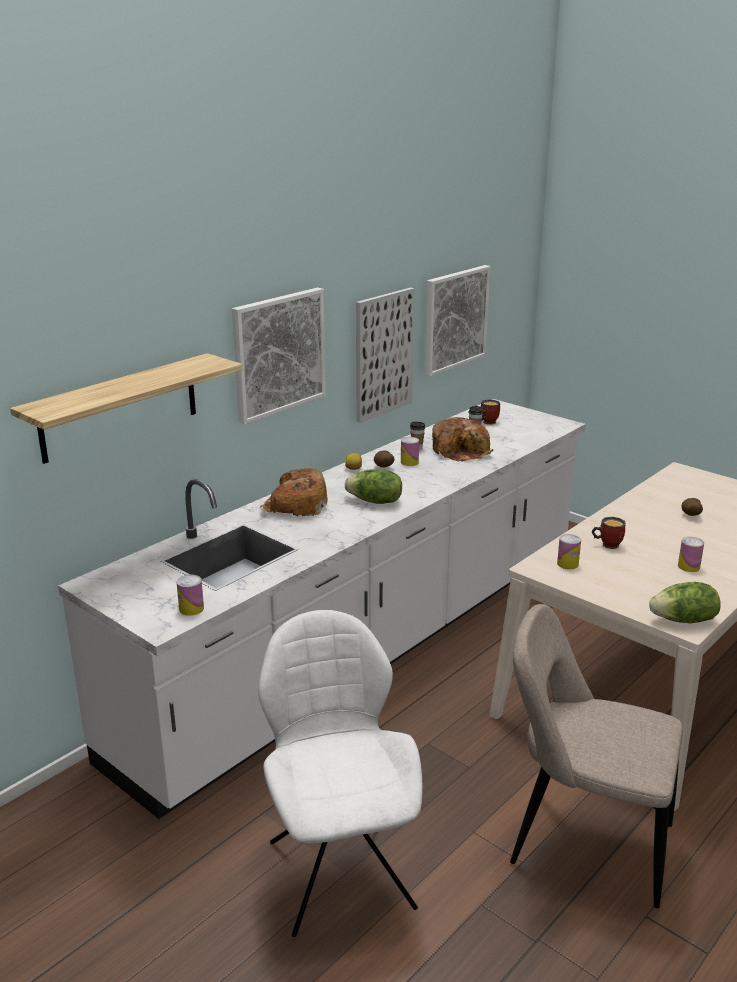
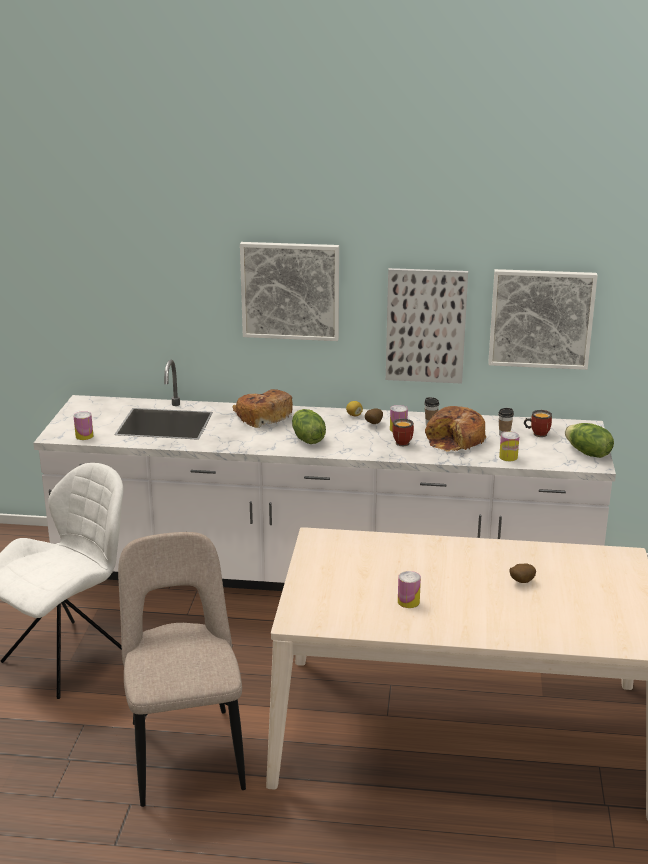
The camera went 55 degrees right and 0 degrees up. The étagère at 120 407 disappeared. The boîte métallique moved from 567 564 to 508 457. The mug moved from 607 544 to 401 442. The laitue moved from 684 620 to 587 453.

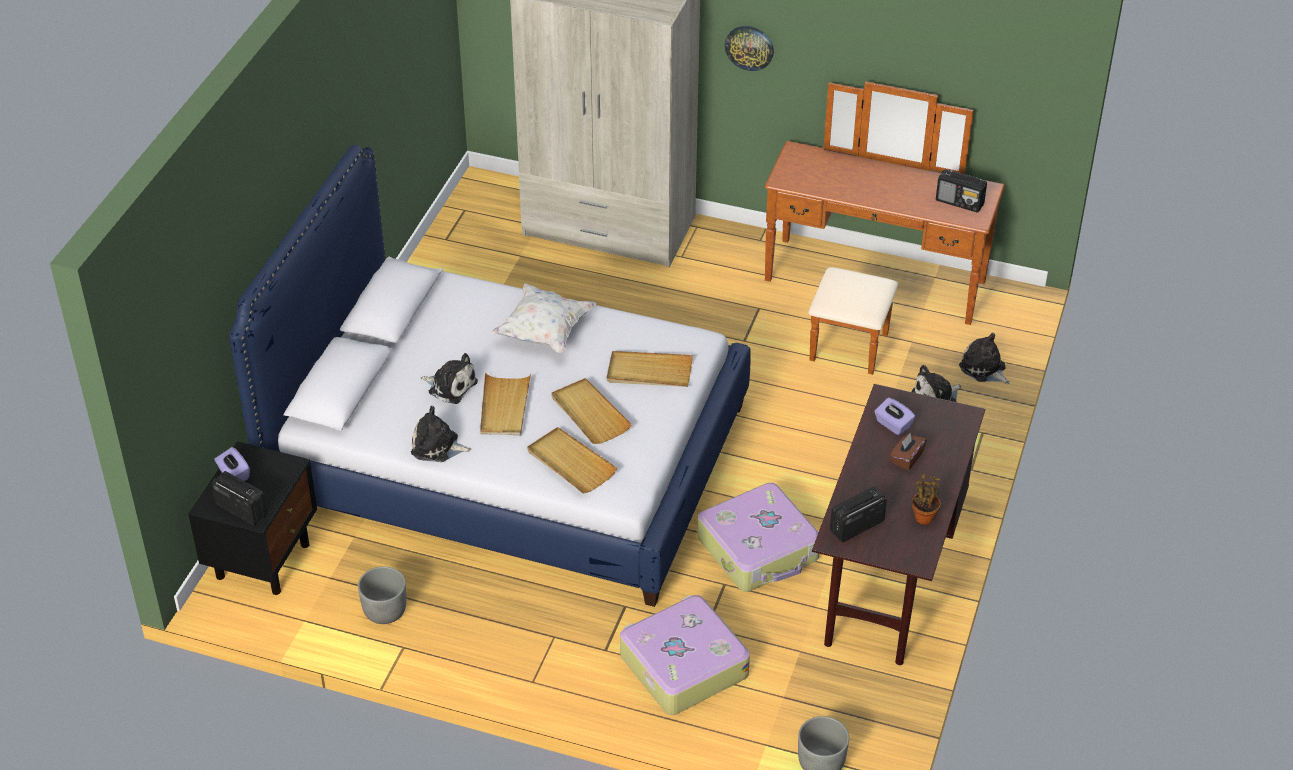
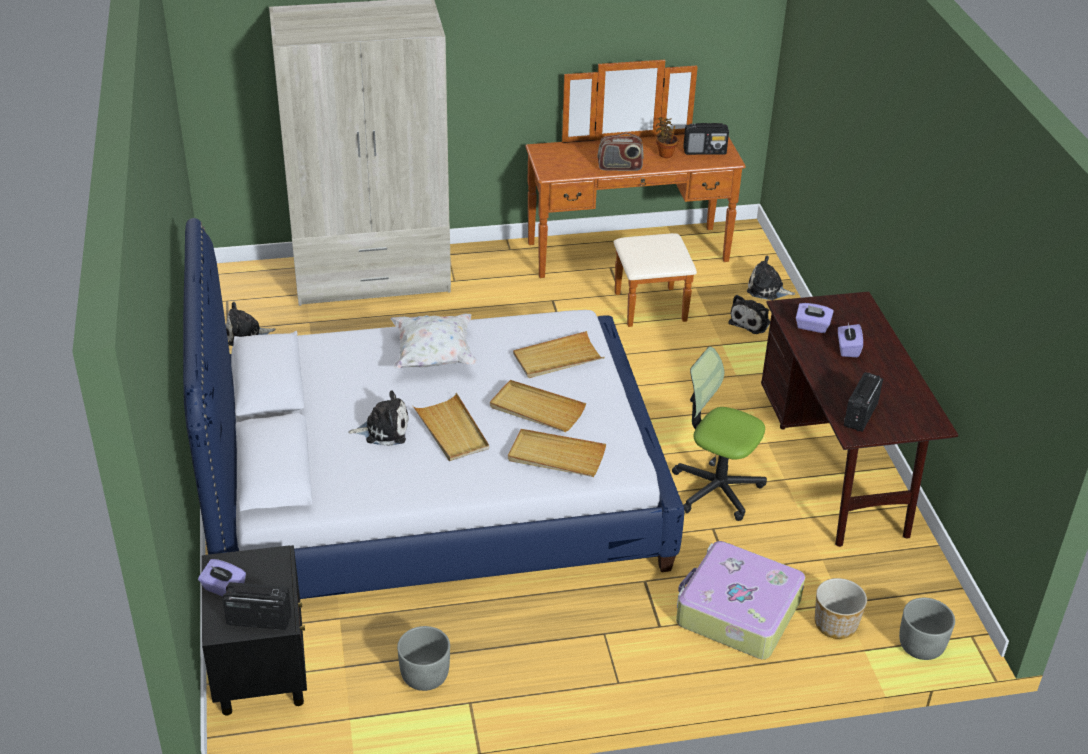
The camera went 30 degrees left and 5 degrees down. The peluche moved from 437 447 to 246 335. The valise at 759 549 was replaced by the chaise de bureau at 716 488. The horloge murale at 749 47 disappeared. The boîte à mouchoirs [marron] at 906 459 became the boîte à mouchoirs [violet] at 847 349. The plante en pot moved from 924 516 to 665 154. The radio at 619 167 appeared. The cache-pot at 834 624 appeared.

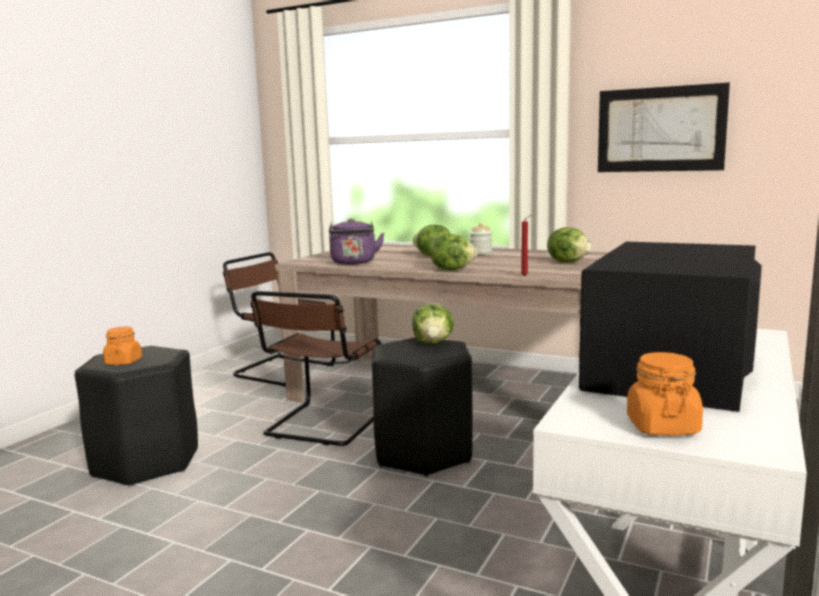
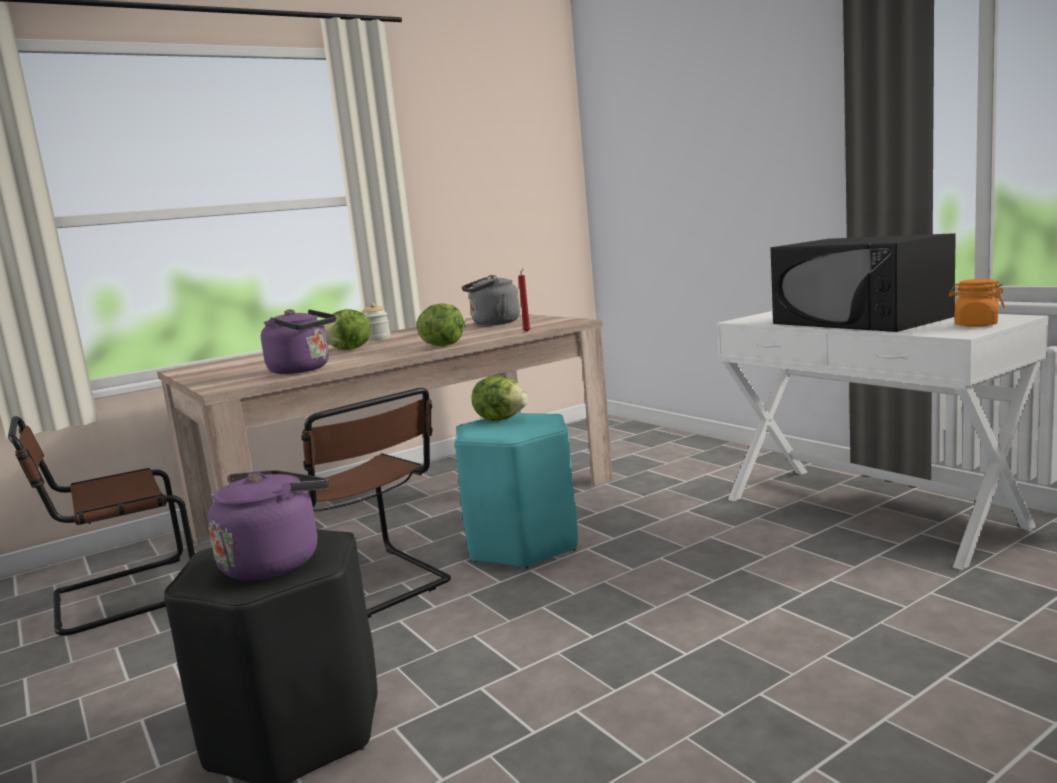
The camera went 60 degrees left and 0 degrees up. The bocal [orange] at 123 362 was replaced by the bouilloire [violet] at 275 562. The tabouret [noir] at 423 453 became the tabouret [turquoise] at 522 544. The laitue at 569 262 was replaced by the bouilloire [gris] at 493 323. The tableau at 660 129 disappeared.

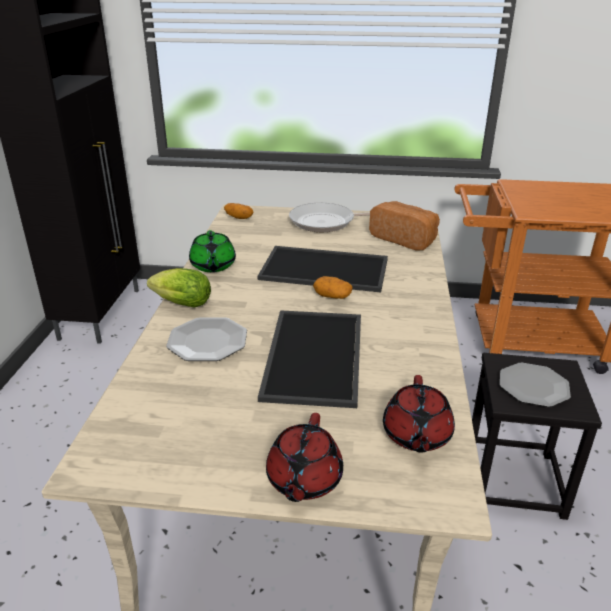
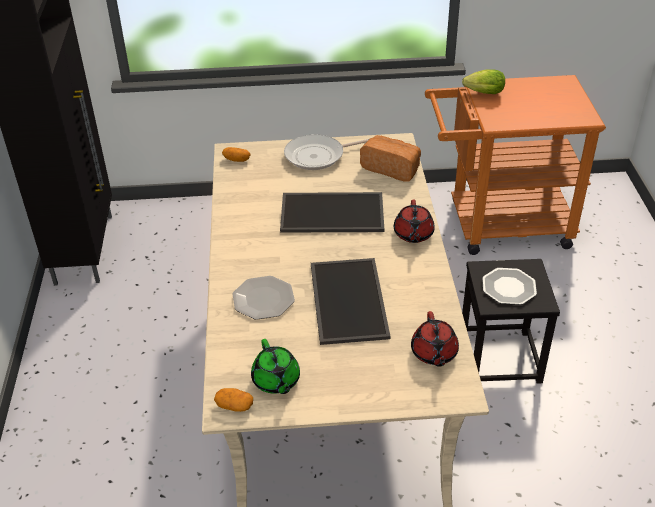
The camera went 10 degrees left and 10 degrees up. The laitue moved from 179 304 to 482 93. The théière [vert] moved from 213 266 to 276 381. The théière [rouge] moved from 303 480 to 413 234. The pomme de terre moved from 332 296 to 234 406.

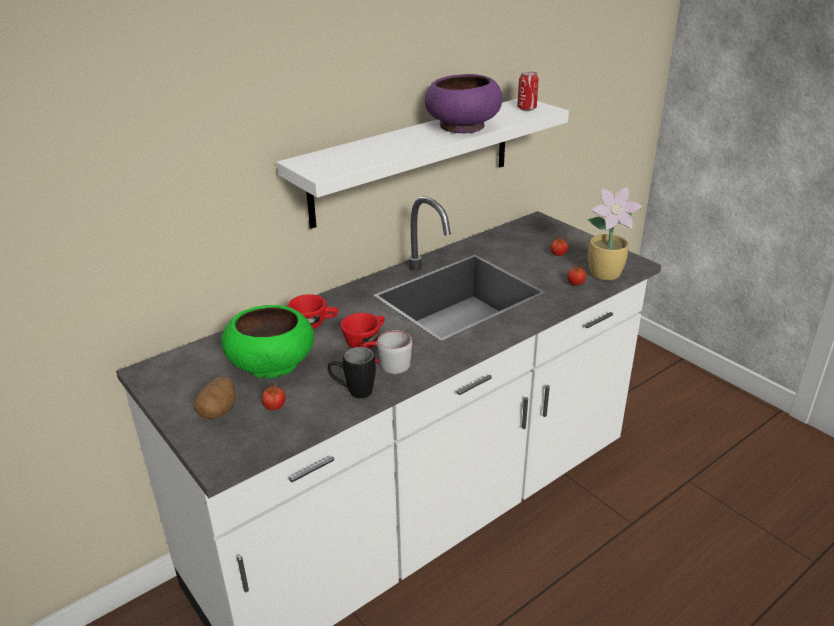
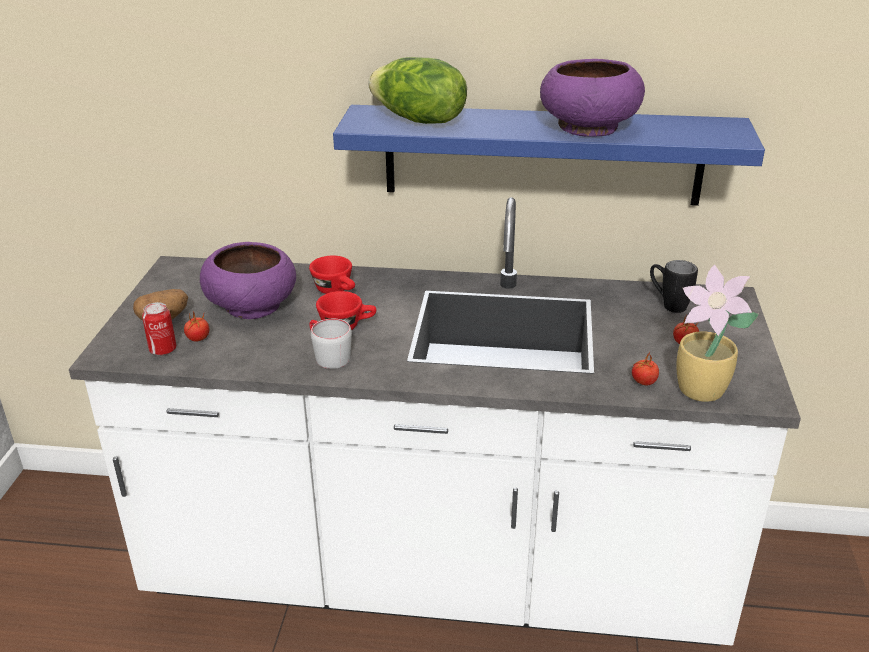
The camera went 45 degrees right and 0 degrees up. The bol [vert] at 271 364 became the bol [violet] at 252 305. The étagère [blanc] at 413 160 became the étagère [bleu] at 542 155. The mug [noir] moved from 353 392 to 668 304. The boîte métallique moved from 526 108 to 163 350. The laitue at 418 120 appeared.

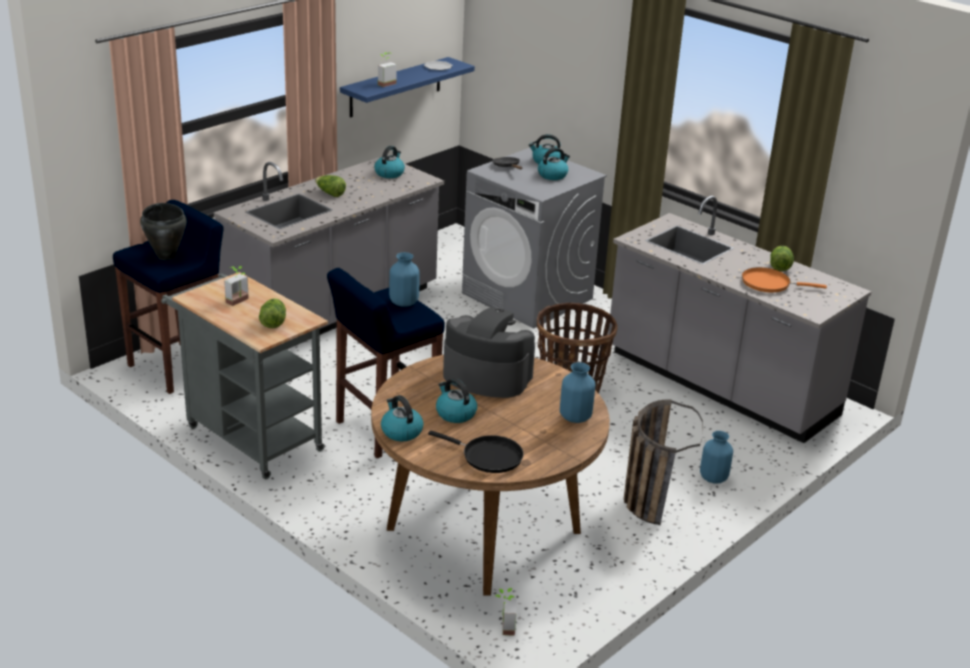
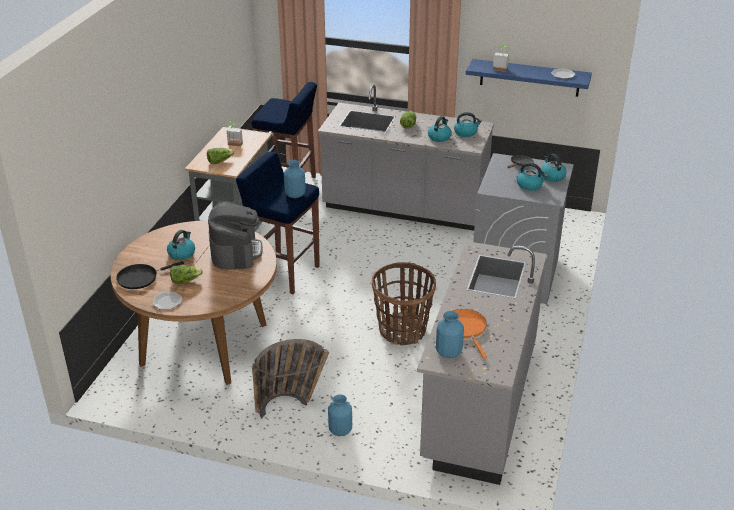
The camera went 65 degrees right and 5 degrees up. The marmite [noir] at 166 256 disappeared. The bouilloire moved from 401 431 to 439 137. The poêle [noir] at 488 456 turned 60 degrees clockwise. The plante en pot at 503 626 disappeared. The vase [bleu] moved from 575 417 to 449 352. The laitue moved from 779 266 to 185 280. The assiette at 167 301 appeared.

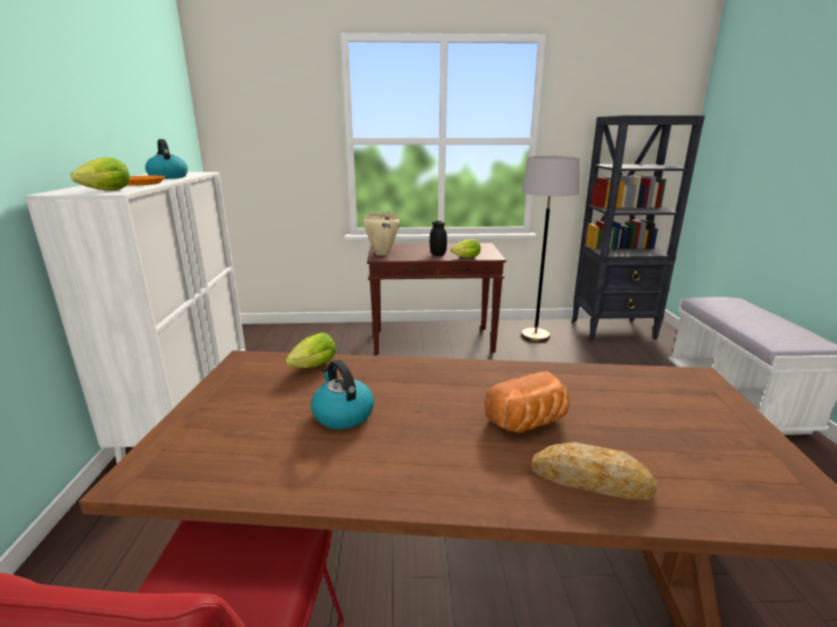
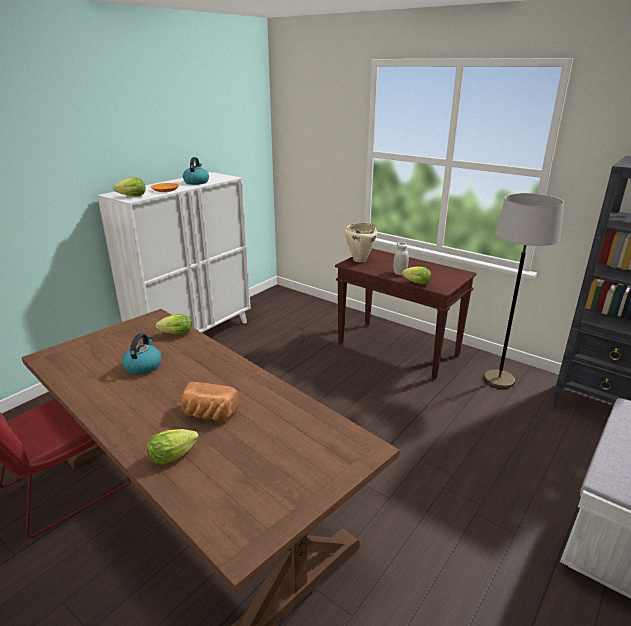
The camera went 40 degrees right and 5 degrees up. The bocal [noir] at 438 254 became the bocal [blanc] at 399 273. The pain at 591 479 was replaced by the laitue at 175 455.

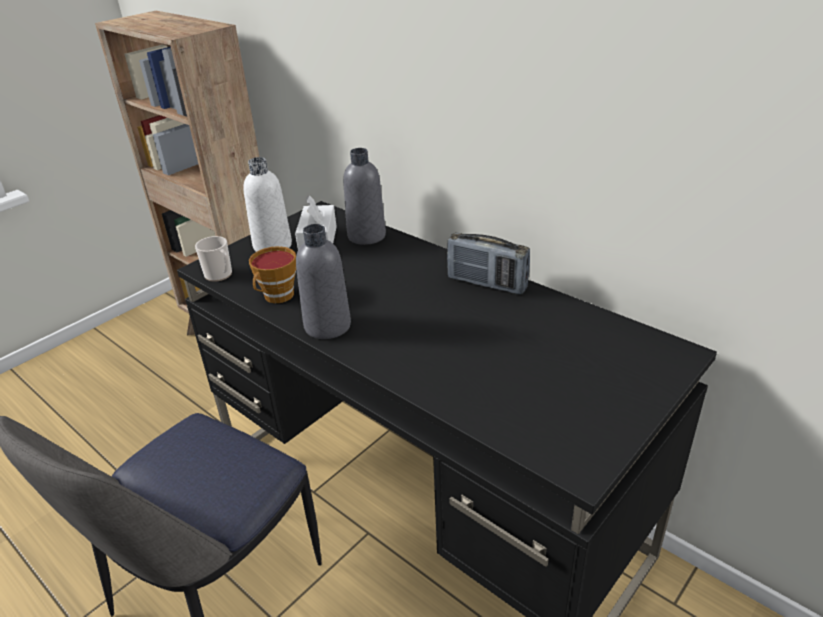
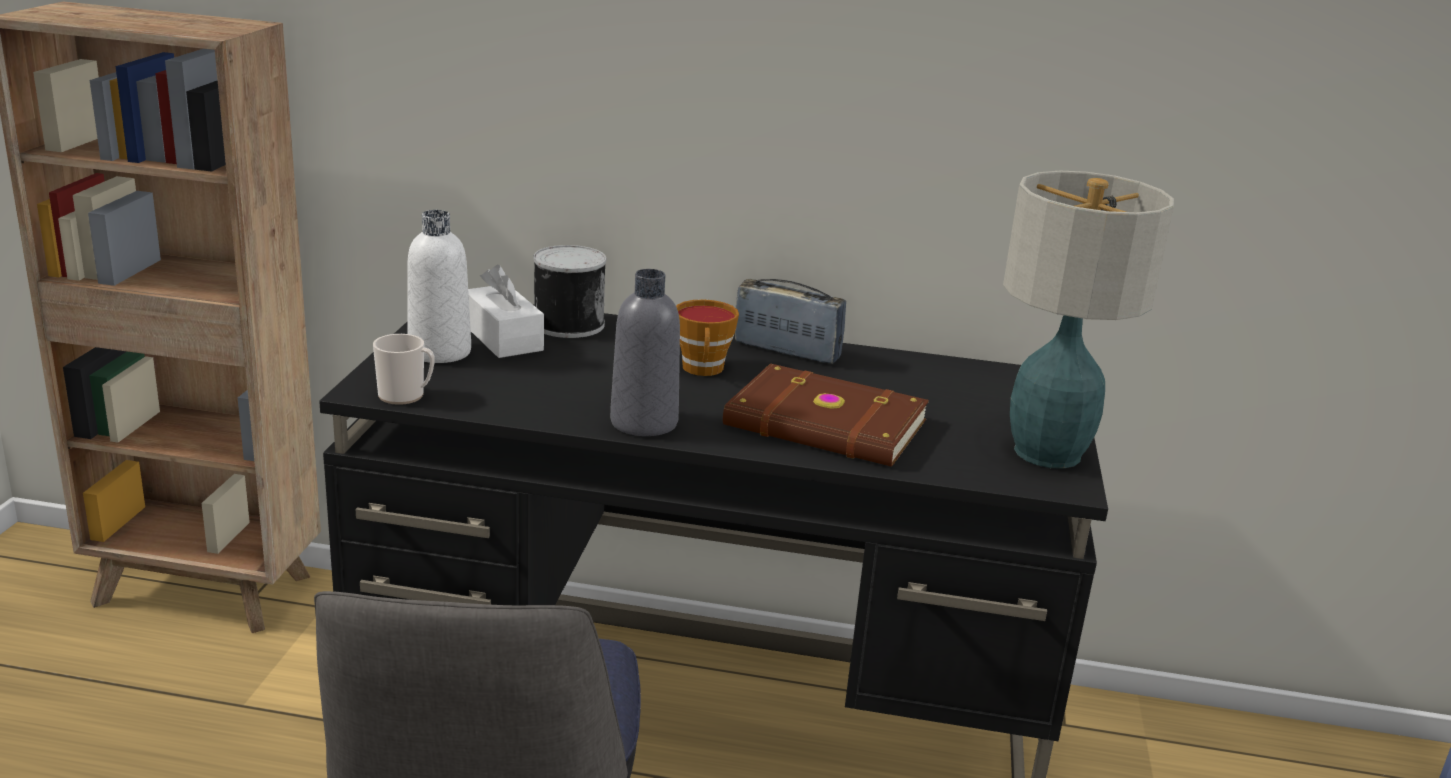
The camera went 35 degrees left and 10 degrees down. The tasse moved from 277 297 to 703 369. The bouteille [gris] at 366 236 was replaced by the boîte métallique at 567 324. The radio at 487 283 turned 150 degrees counterclockwise. The livre [marron] at 825 425 appeared. The lampe de table at 1047 452 appeared.

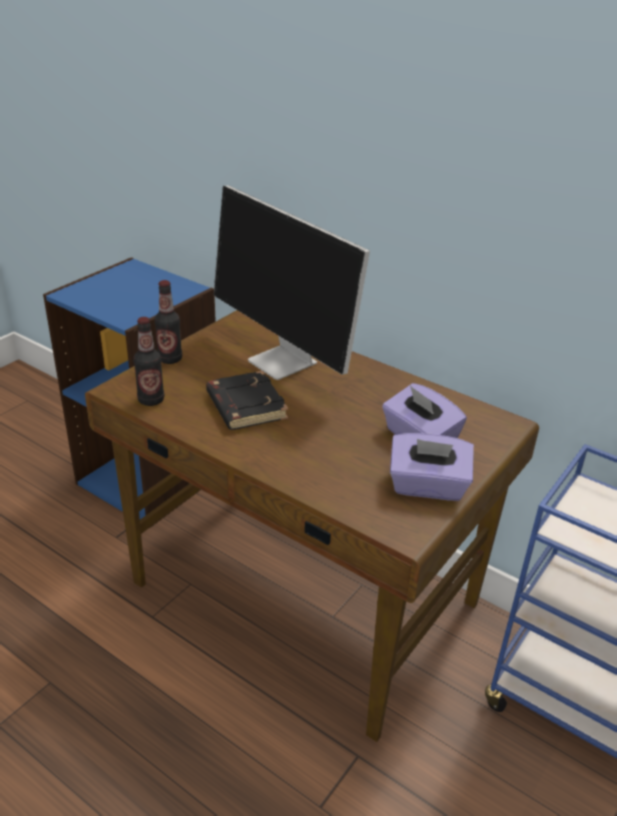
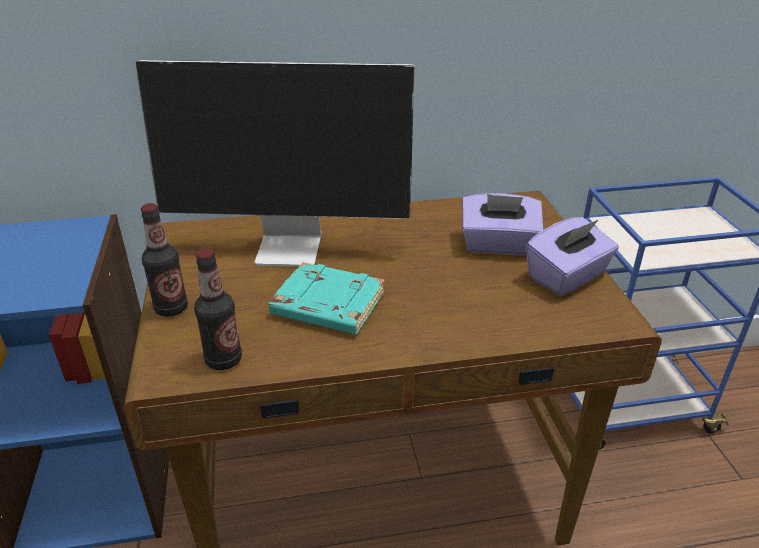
The camera went 45 degrees left and 0 degrees up. The livre [noir] at 244 406 became the livre [turquoise] at 326 306.

